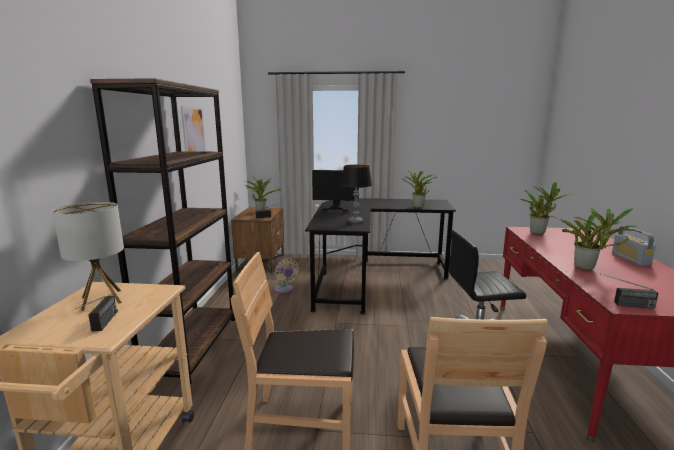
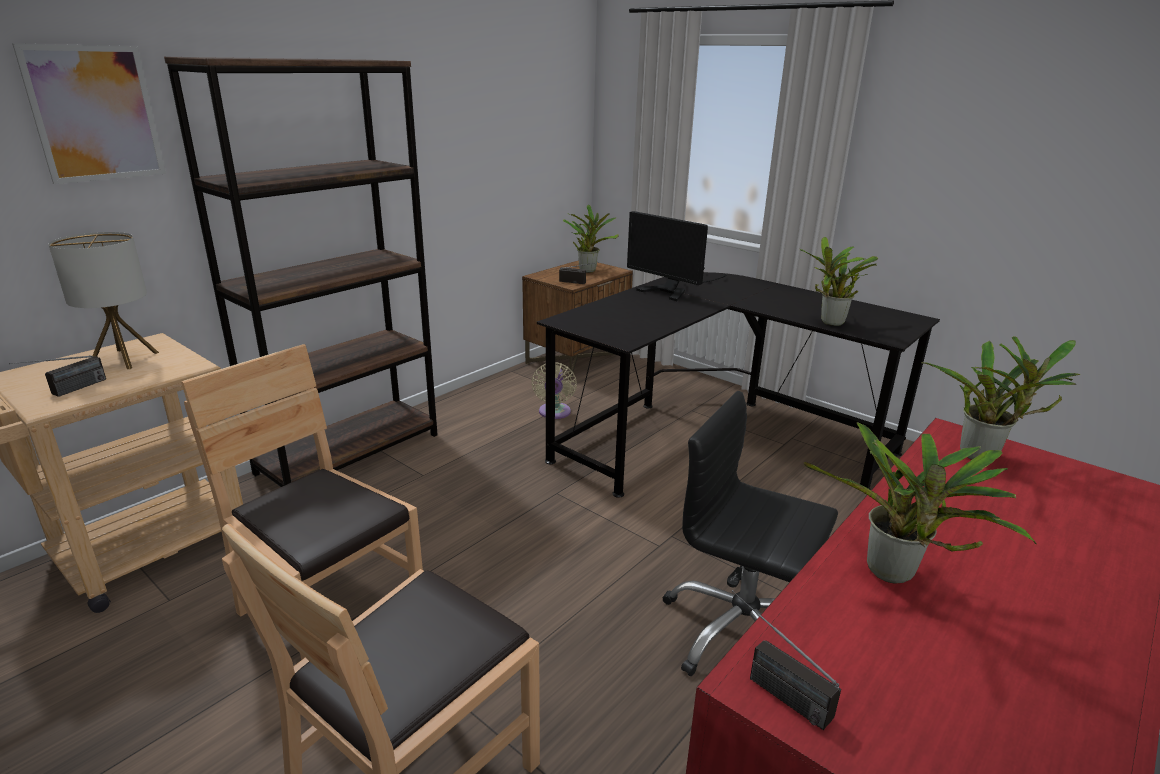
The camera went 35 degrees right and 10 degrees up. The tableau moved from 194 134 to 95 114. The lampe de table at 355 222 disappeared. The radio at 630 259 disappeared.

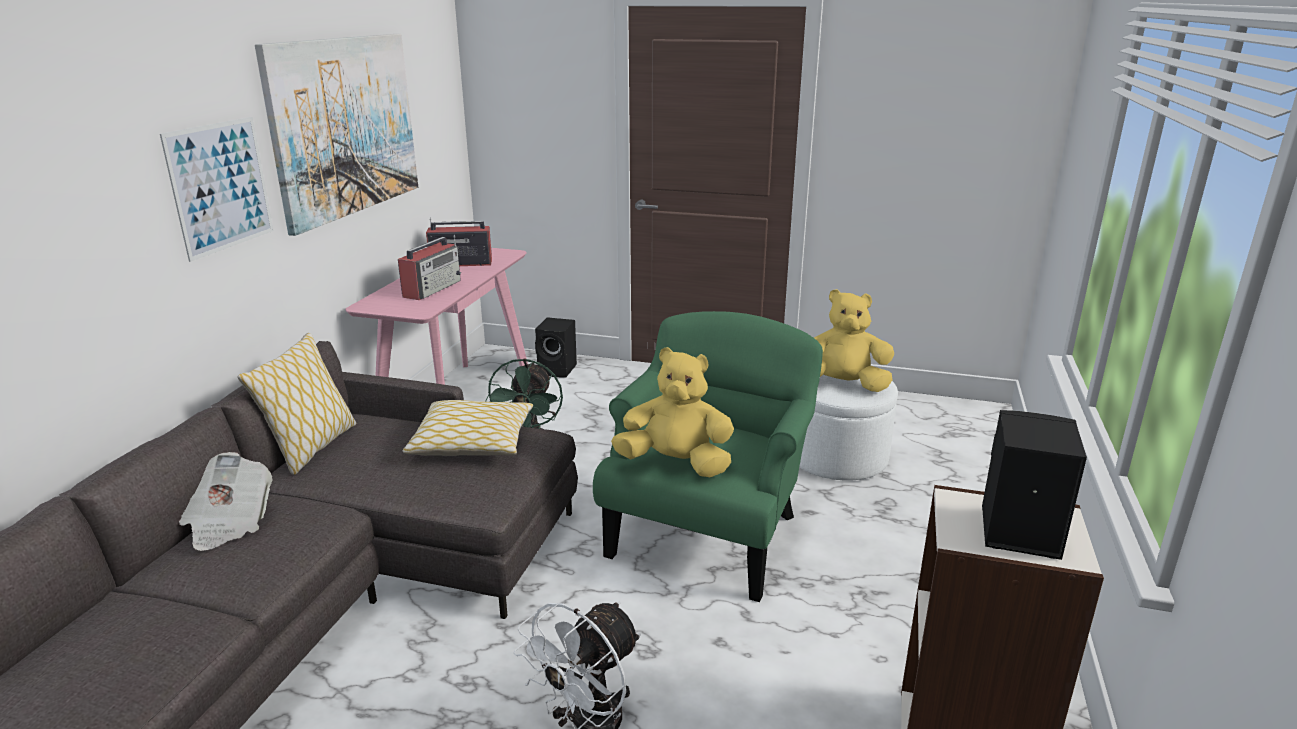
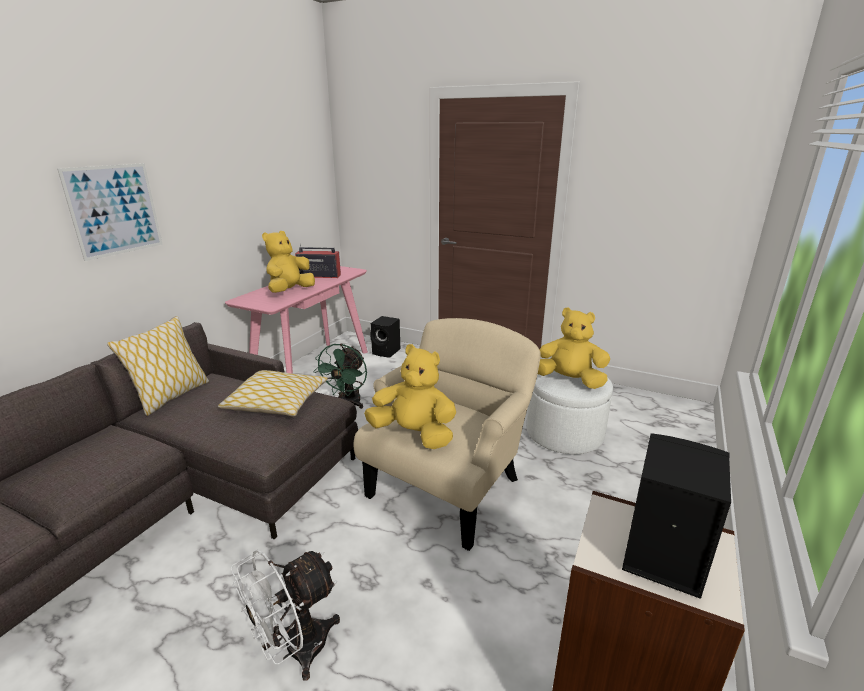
The camera went 10 degrees right and 0 degrees up. The journal at 227 522 disappeared. The tableau at 345 126 disappeared. The radio at 433 288 was replaced by the peluche [jaune] at 290 291. The fauteuil [vert] at 708 534 became the fauteuil [beige] at 448 486.

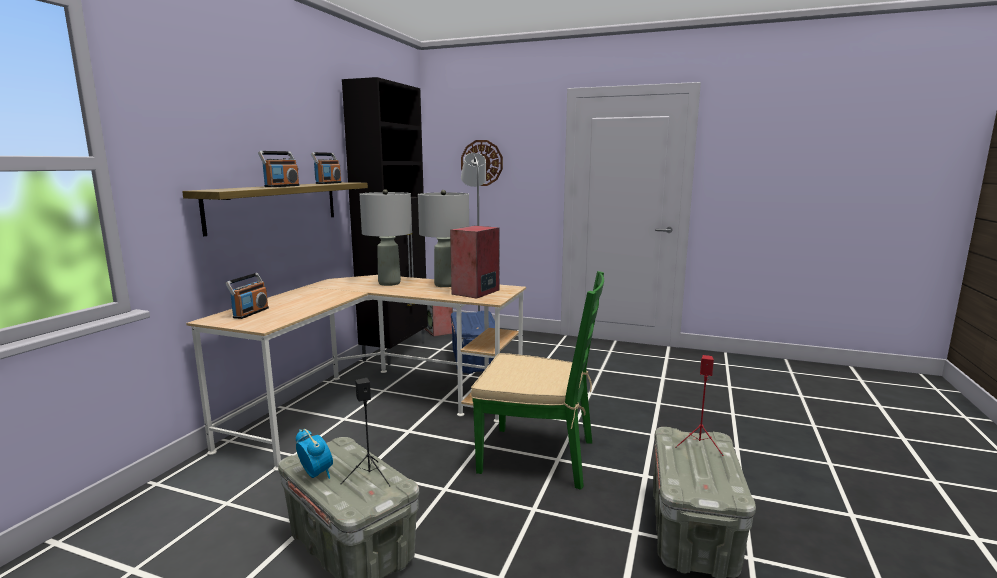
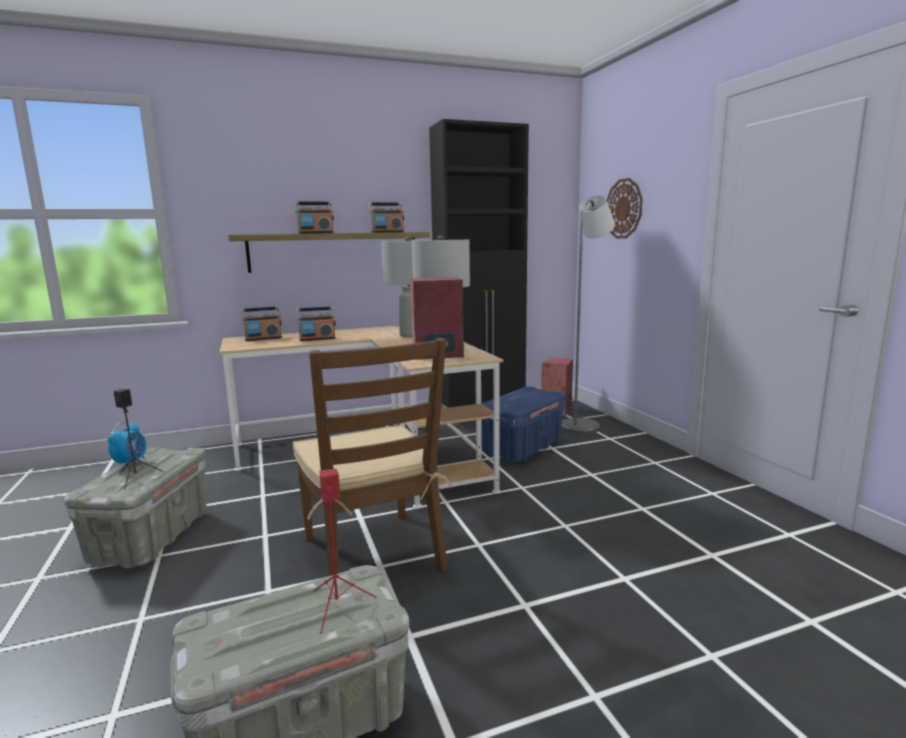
The camera went 50 degrees right and 0 degrees up. The chaise [vert] at 538 456 became the chaise [marron] at 373 553. The radio at 317 339 appeared.

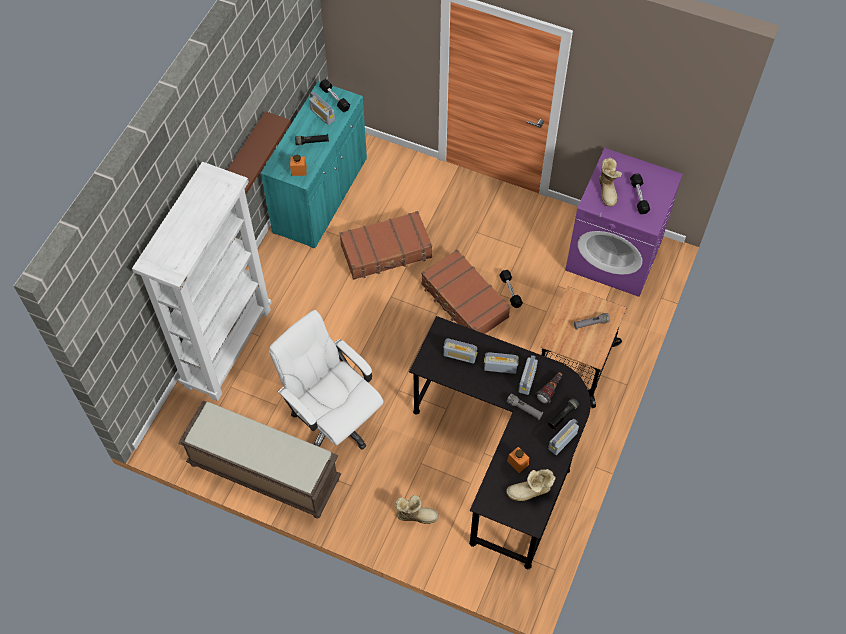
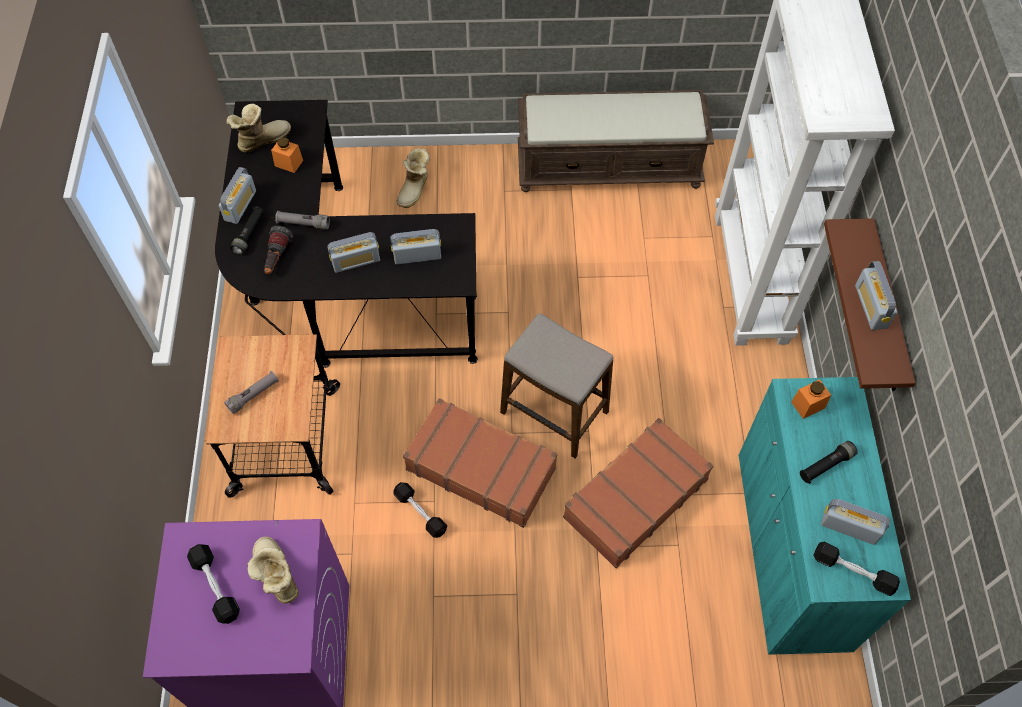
The camera went 155 degrees right and 0 degrees up. The chaise de bureau [blanc] at 333 419 disappeared. The botte at 416 515 turned 45 degrees counterclockwise. The radio moved from 527 380 to 871 306. The tabouret at 554 413 appeared.

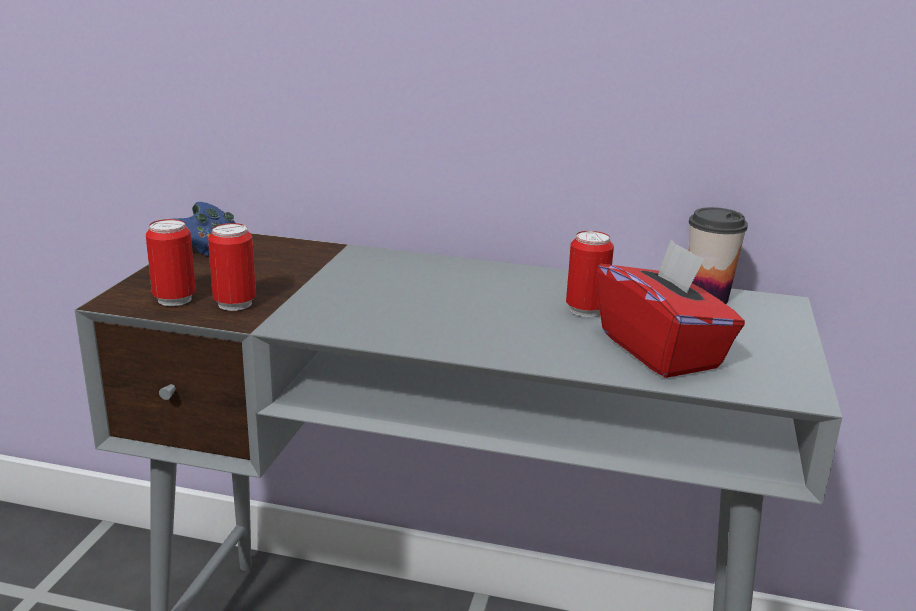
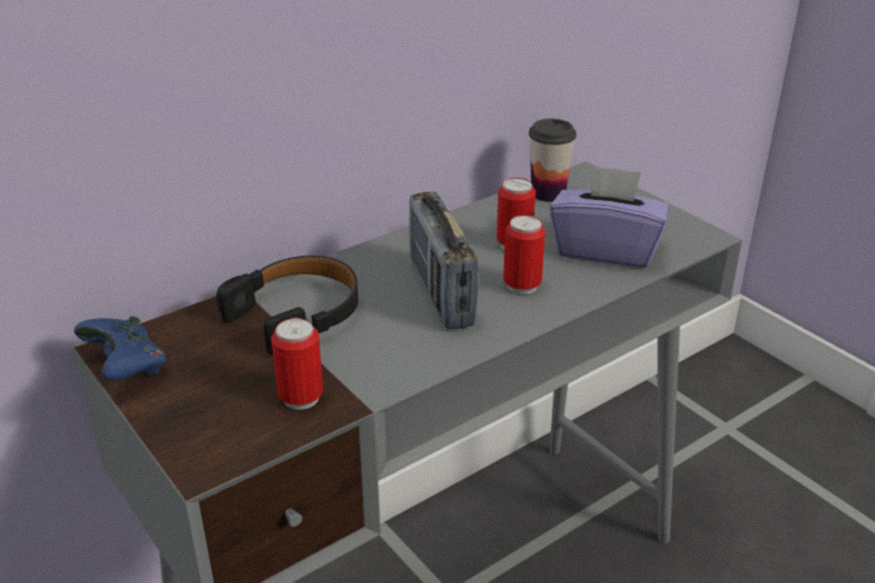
The camera went 50 degrees left and 10 degrees up. The boîte métallique moved from 174 299 to 522 286. The boîte à mouchoirs [rouge] at 661 350 became the boîte à mouchoirs [violet] at 606 250. The casque audio [noir] at 297 314 appeared. The radio at 441 293 appeared.

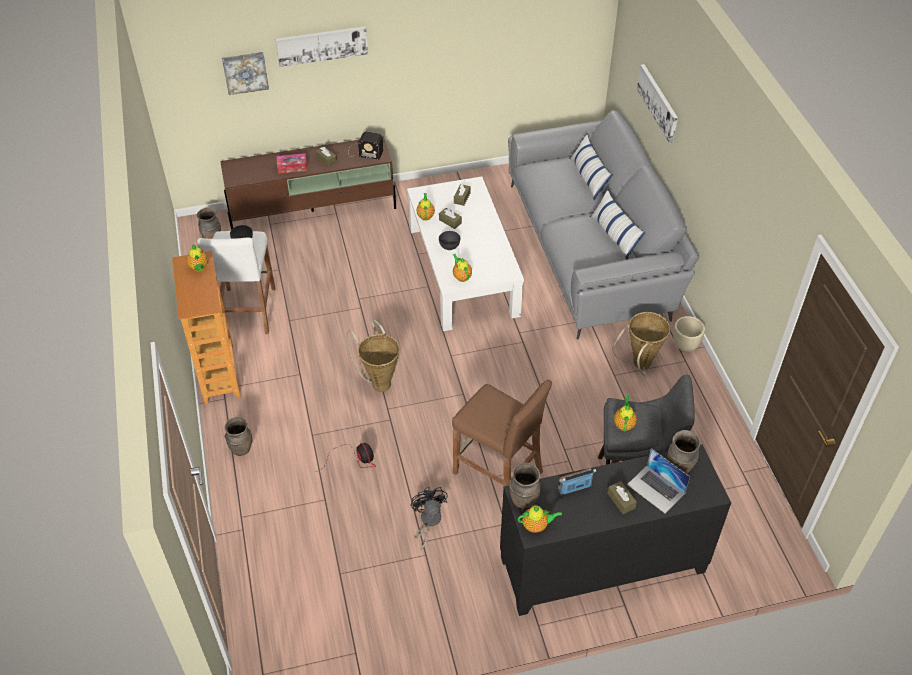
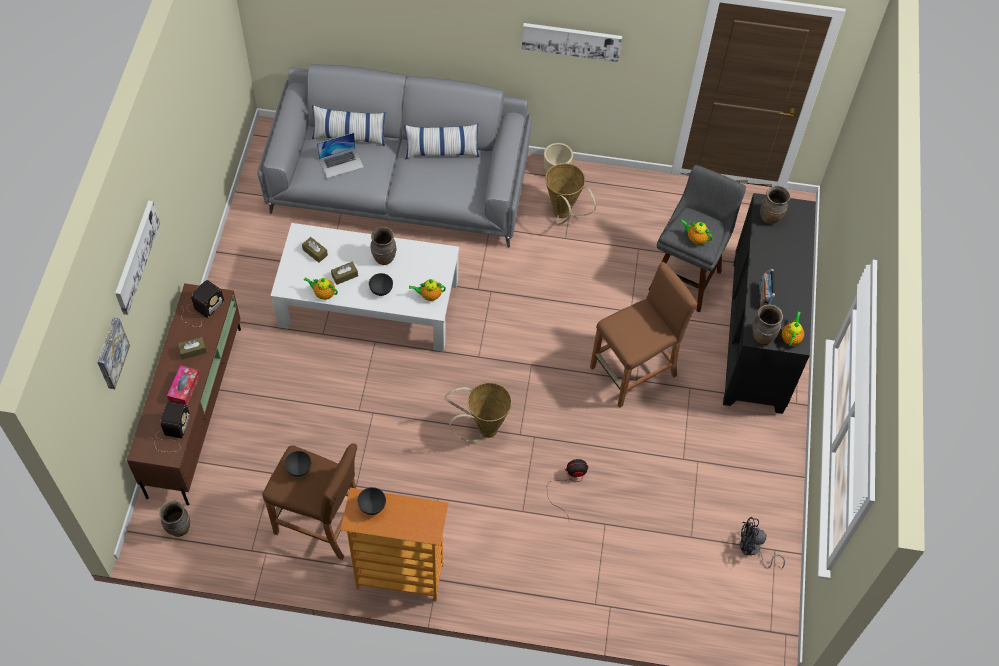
The camera went 70 degrees left and 10 degrees up. The théière at 199 268 was replaced by the bol [gris] at 372 506. The tabouret [blanc] at 247 310 became the tabouret [marron] at 320 522. The vase [marron] moved from 241 448 to 384 258. The ventilateur [noir] moved from 428 522 to 753 550. The boîte à mouchoirs [marron] at 621 501 disappeared. The ordinateur portable moved from 656 489 to 341 163. The tableau moved from 658 102 to 571 40. The radio at 172 433 appeared.

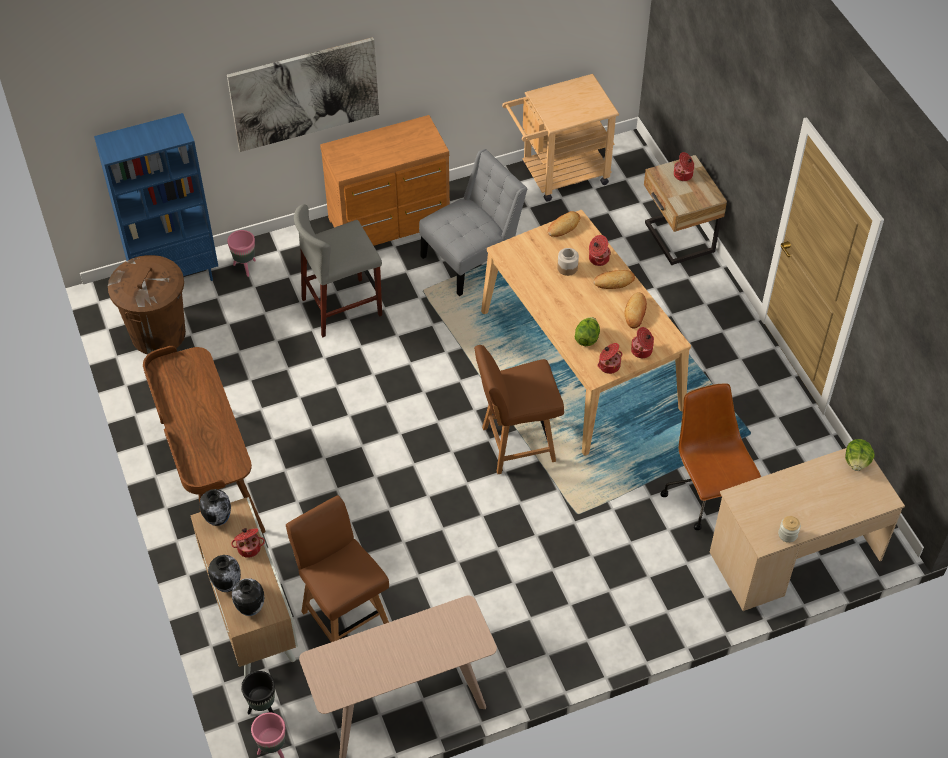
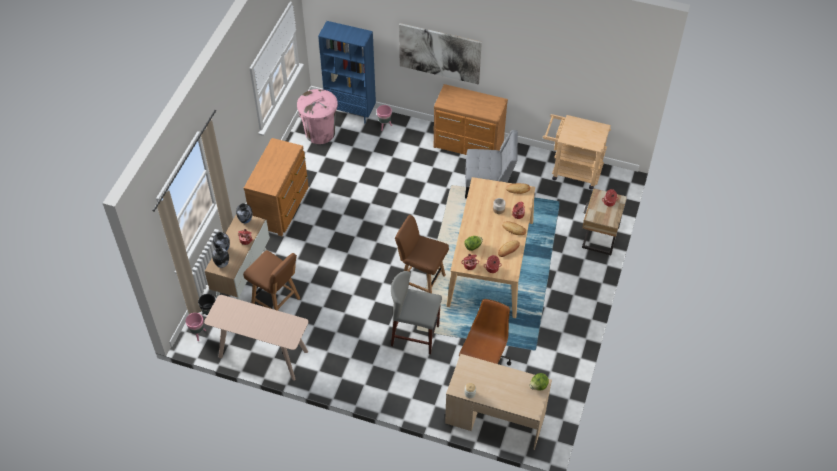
The camera went 40 degrees right and 0 degrees up. The poubelle [marron] at 158 334 became the poubelle [rose] at 320 133. The bureau [marron] at 209 475 was replaced by the commode [marron] at 282 207. The chaise [marron] at 344 617 turned 120 degrees clockwise. The tabouret [gris] moved from 342 307 to 415 335.

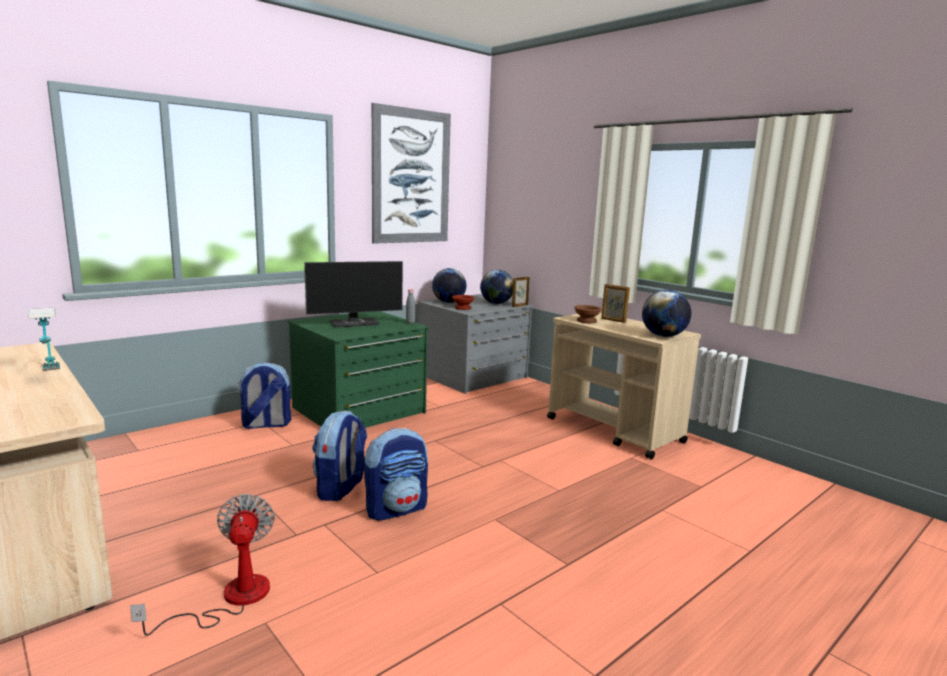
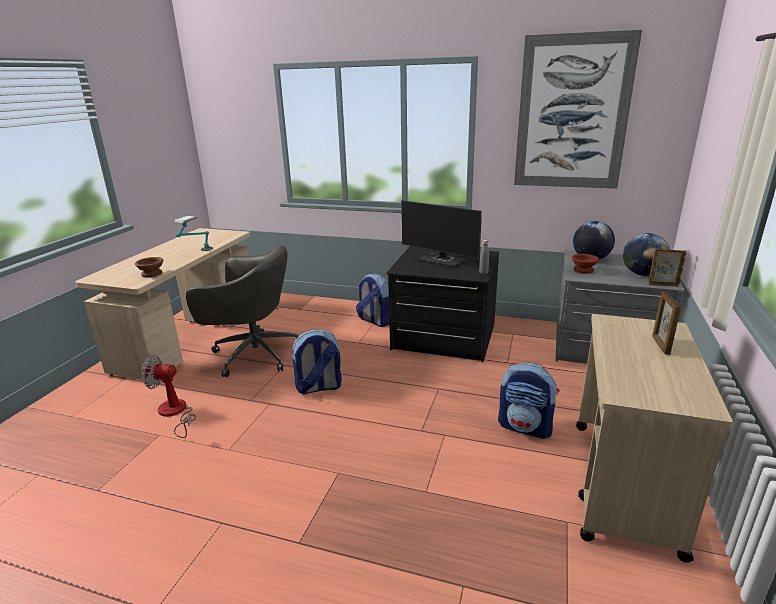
The camera went 60 degrees right and 10 degrees up. The ventilateur at 230 599 turned 135 degrees counterclockwise. The commode [vert] at 360 411 became the commode [noir] at 443 337. The sac à dos moved from 397 509 to 525 427. The bol [marron] moved from 587 321 to 151 274. The globe at 663 336 disappeared. The chaise de bureau [gris] at 253 354 appeared.

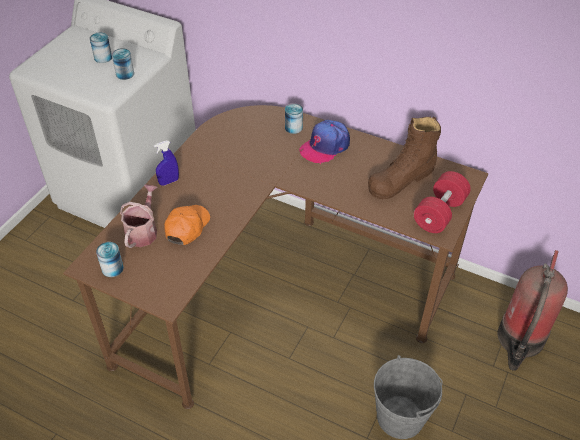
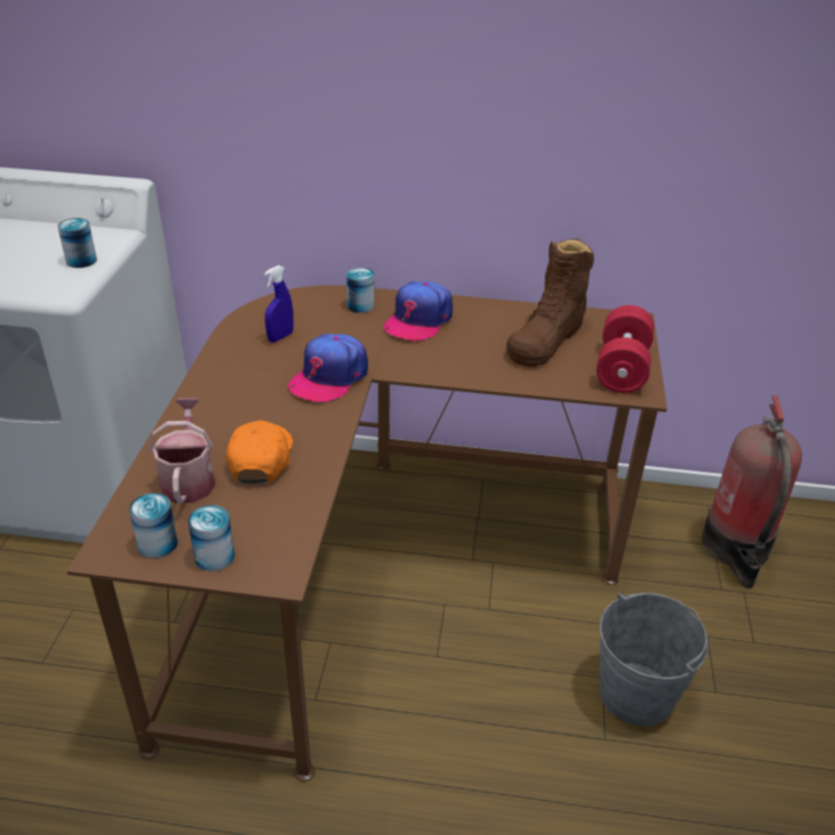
The camera went 20 degrees left and 10 degrees down. The boîte métallique moved from 103 57 to 214 556. The vaporisateur [bleu] moved from 169 181 to 280 337. The casquette at 329 377 appeared.

